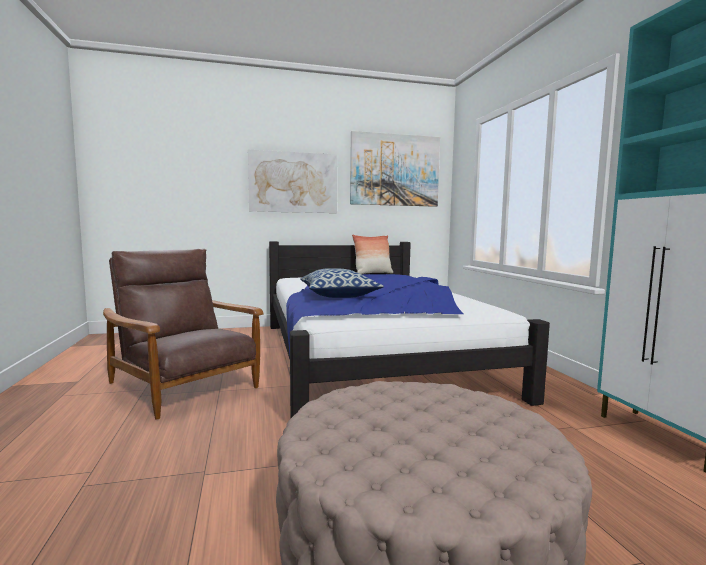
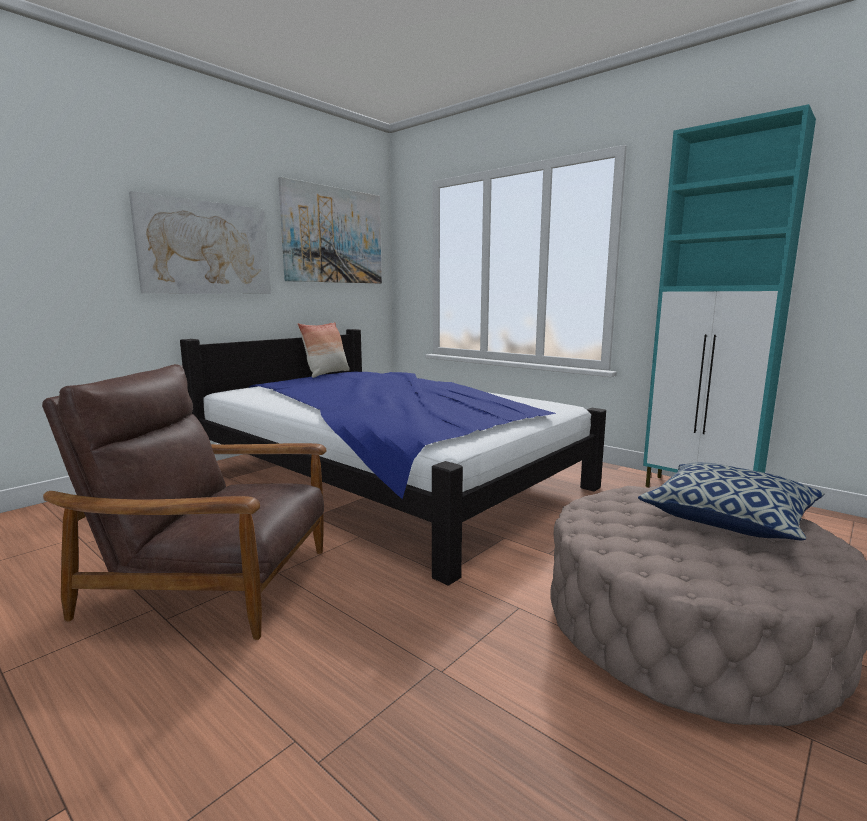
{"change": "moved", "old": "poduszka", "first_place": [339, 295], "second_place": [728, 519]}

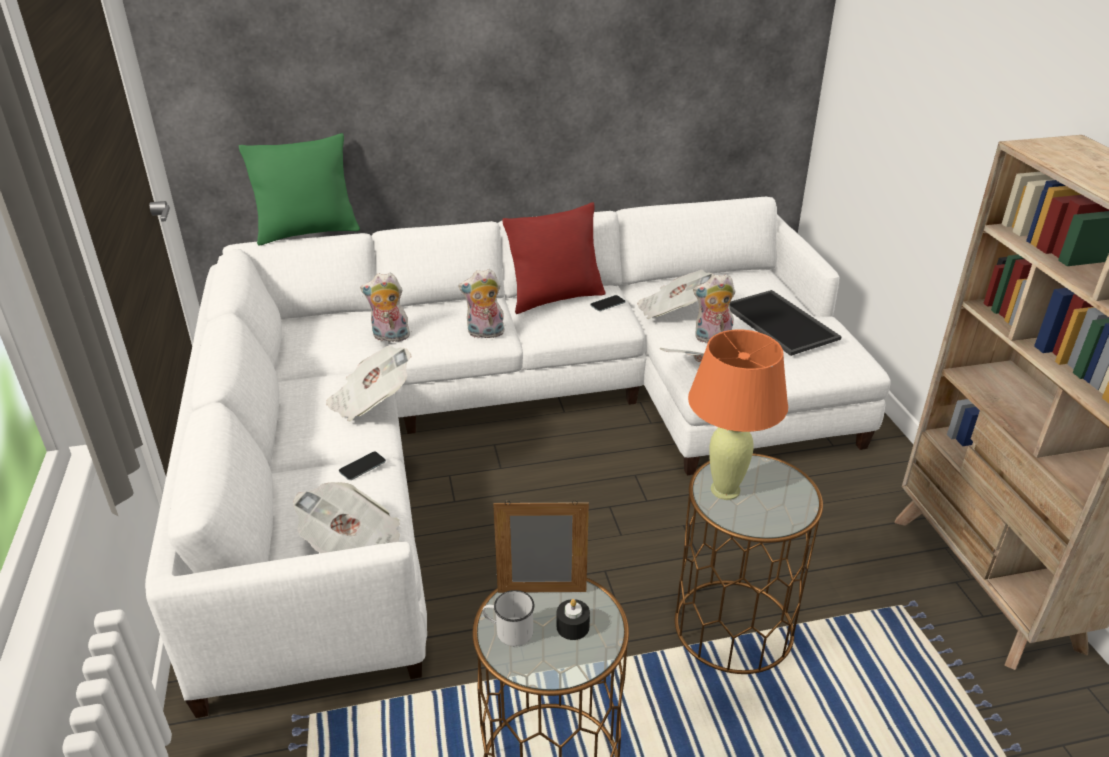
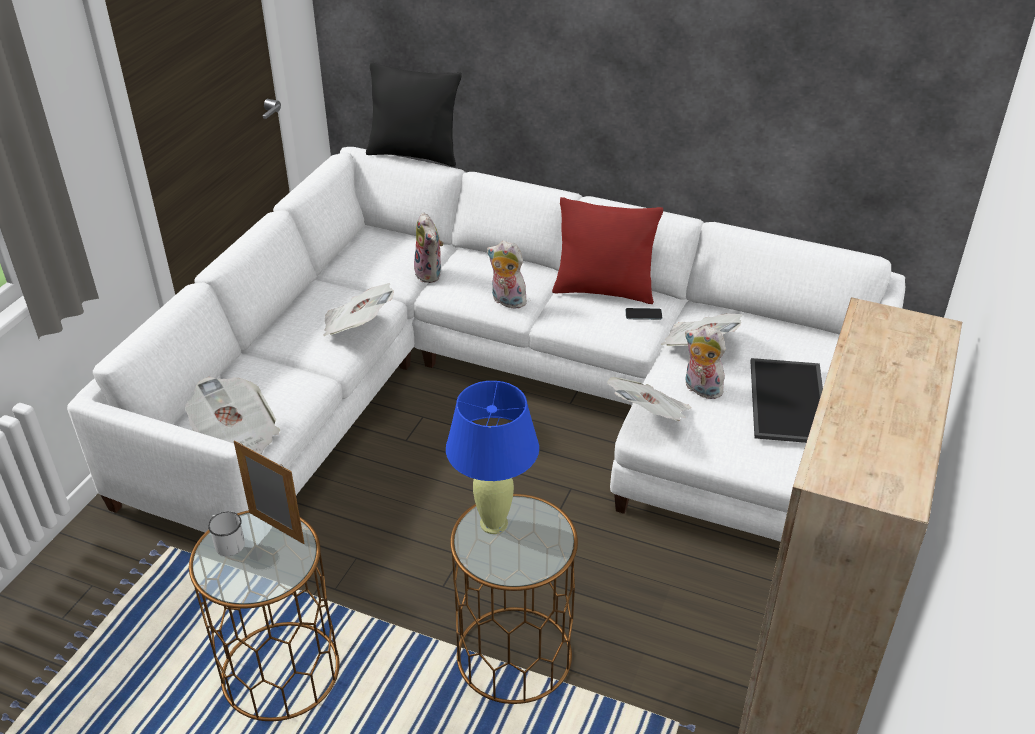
{"change": "recoloured", "old": "poduszka [zielony]", "new": "poduszka [czarny]", "first_place": [308, 232], "second_place": [414, 154]}
{"change": "turned", "old": "pluszak", "first_place": [389, 337], "second_place": [430, 274], "degrees": -150}
{"change": "recoloured", "old": "lampa stołowa [pomarańczowy]", "new": "lampa stołowa [niebieski]", "first_place": [725, 490], "second_place": [493, 524]}
{"change": "removed", "old": "telefon", "first_place": [362, 466]}
{"change": "removed", "old": "świeca [czarny]", "first_place": [573, 626]}

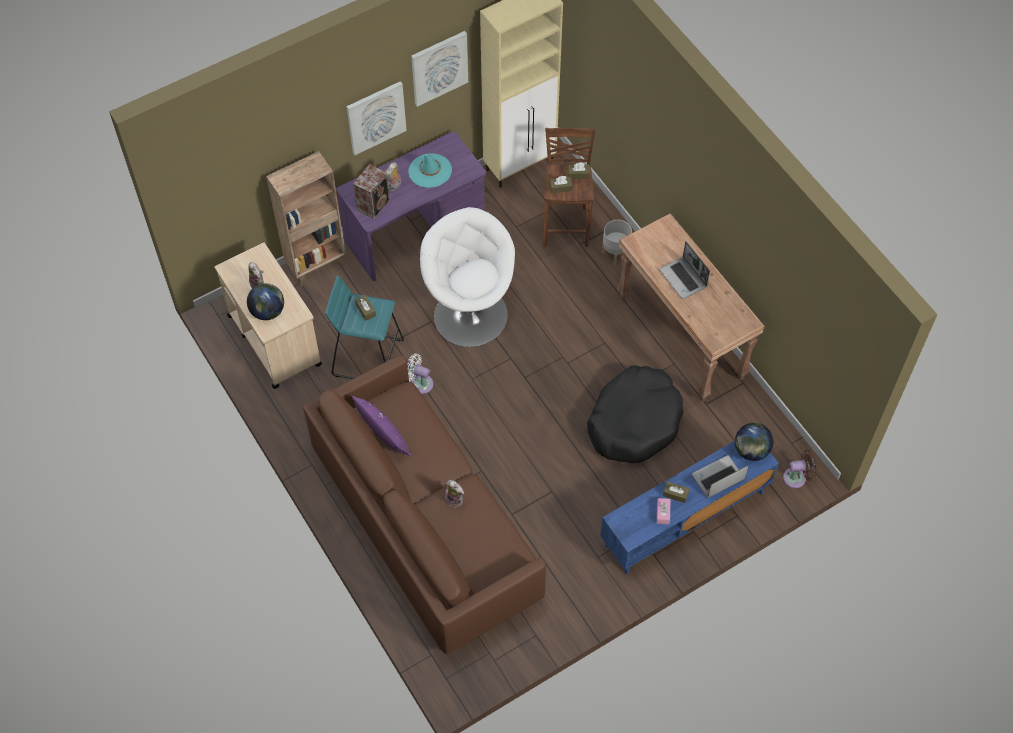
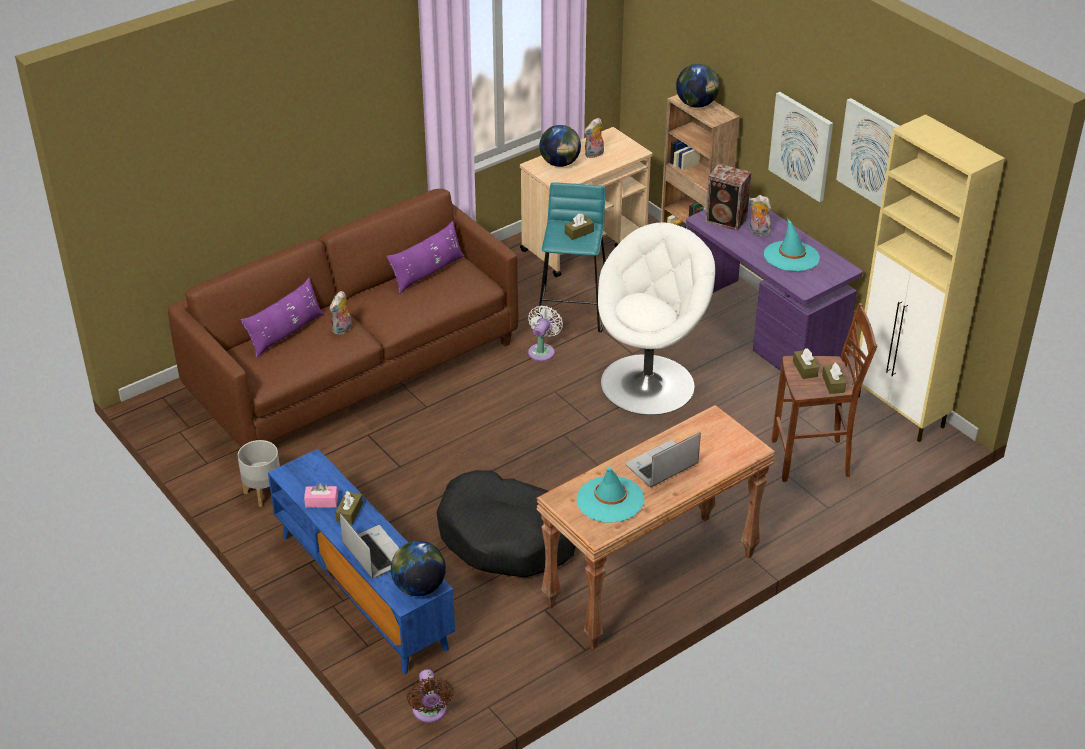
{"change": "moved", "old": "donica [szary]", "first_place": [615, 252], "second_place": [263, 493]}
{"change": "added", "new": "globus", "second_place": [696, 104]}
{"change": "added", "new": "poduszka [fioletowy]", "second_place": [285, 333]}
{"change": "added", "new": "kapelusz [turkusowy]", "second_place": [610, 500]}

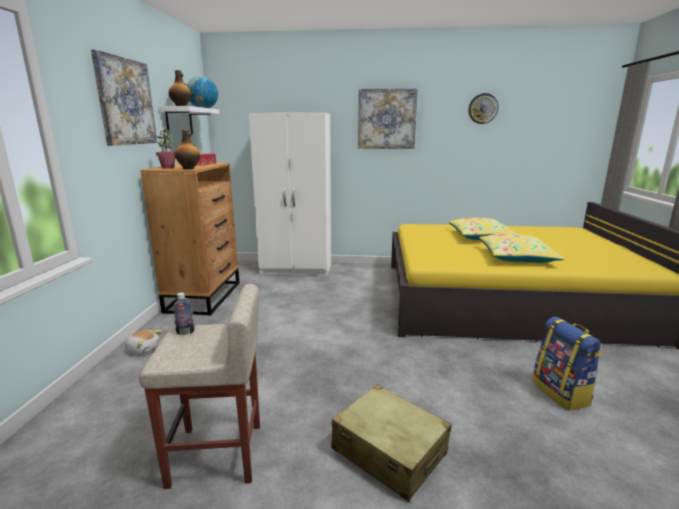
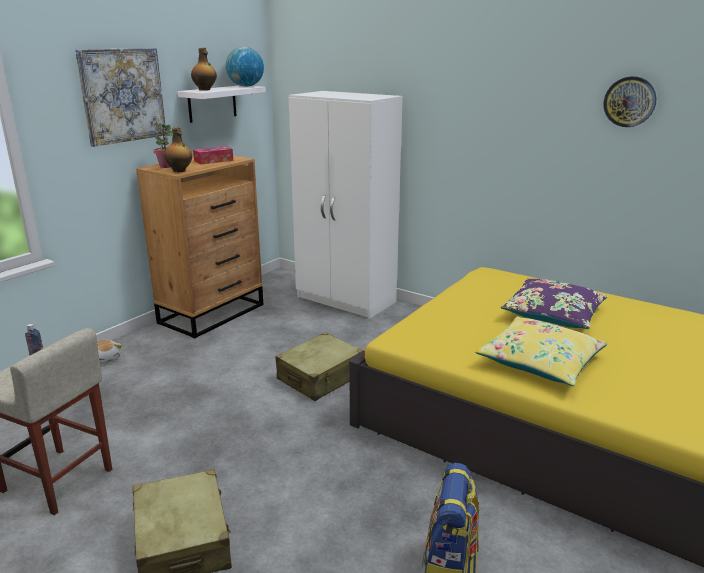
{"change": "removed", "old": "obraz", "first_place": [386, 119]}
{"change": "recoloured", "old": "poduszka [żółty]", "new": "poduszka [fioletowy]", "first_place": [480, 236], "second_place": [553, 314]}
{"change": "added", "new": "walizka [beżowy]", "second_place": [321, 377]}

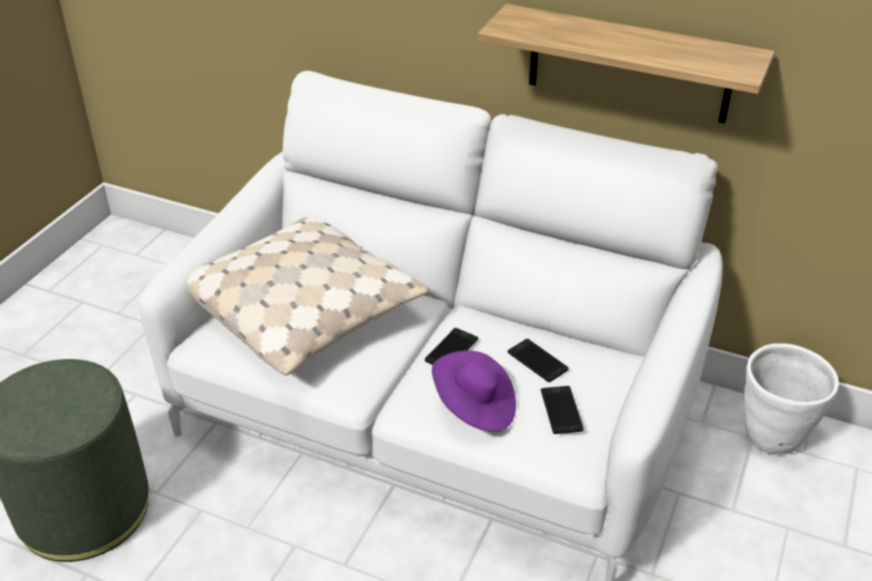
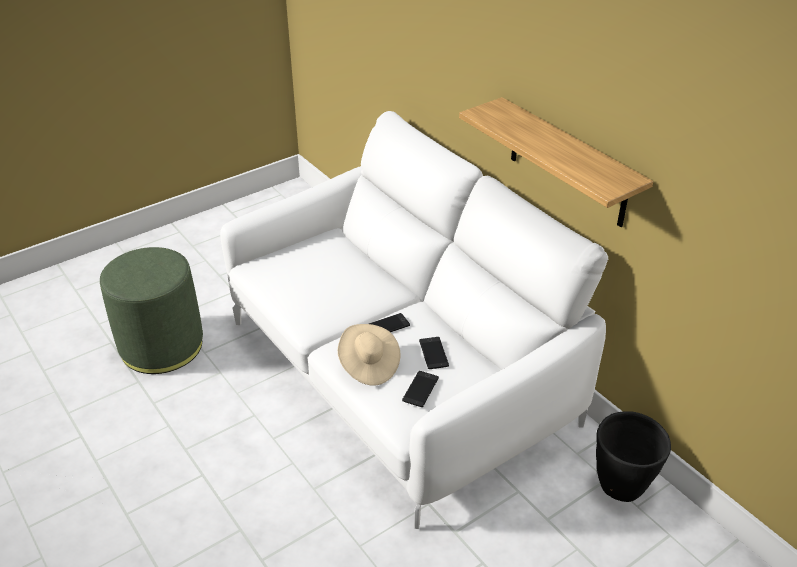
{"change": "removed", "old": "poduszka [beżowy]", "first_place": [304, 308]}
{"change": "recoloured", "old": "donica [biały]", "new": "donica [czarny]", "first_place": [773, 438], "second_place": [621, 487]}
{"change": "recoloured", "old": "kapelusz [fioletowy]", "new": "kapelusz [beżowy]", "first_place": [474, 407], "second_place": [368, 365]}

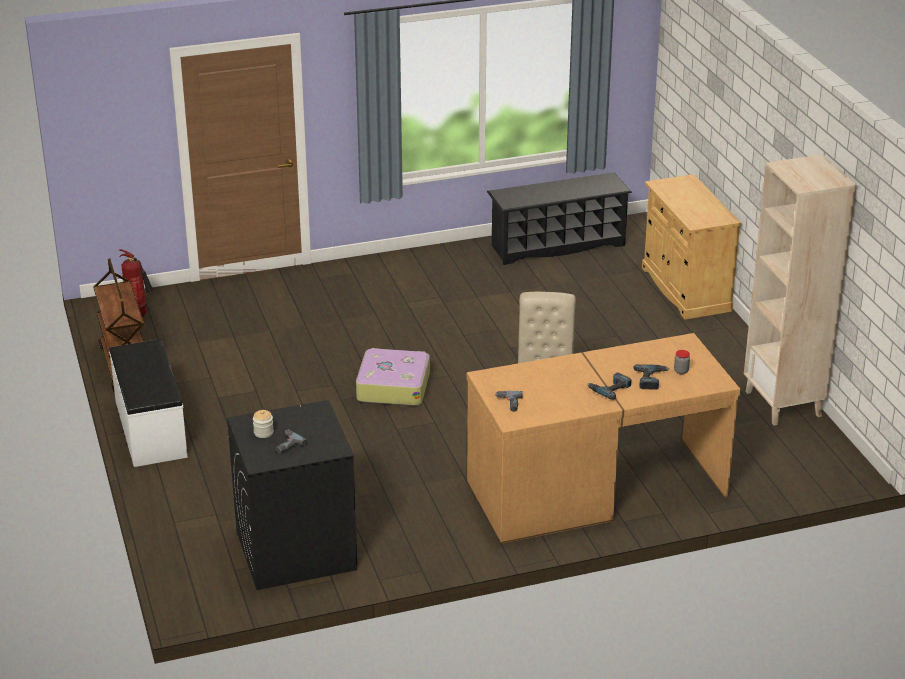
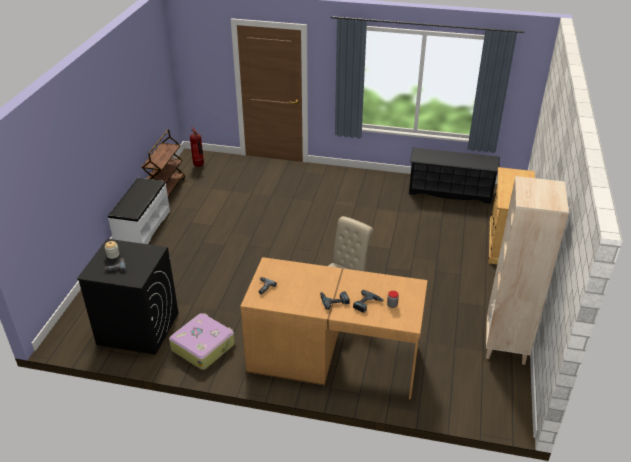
{"change": "moved", "old": "walizka", "first_place": [393, 386], "second_place": [203, 346]}

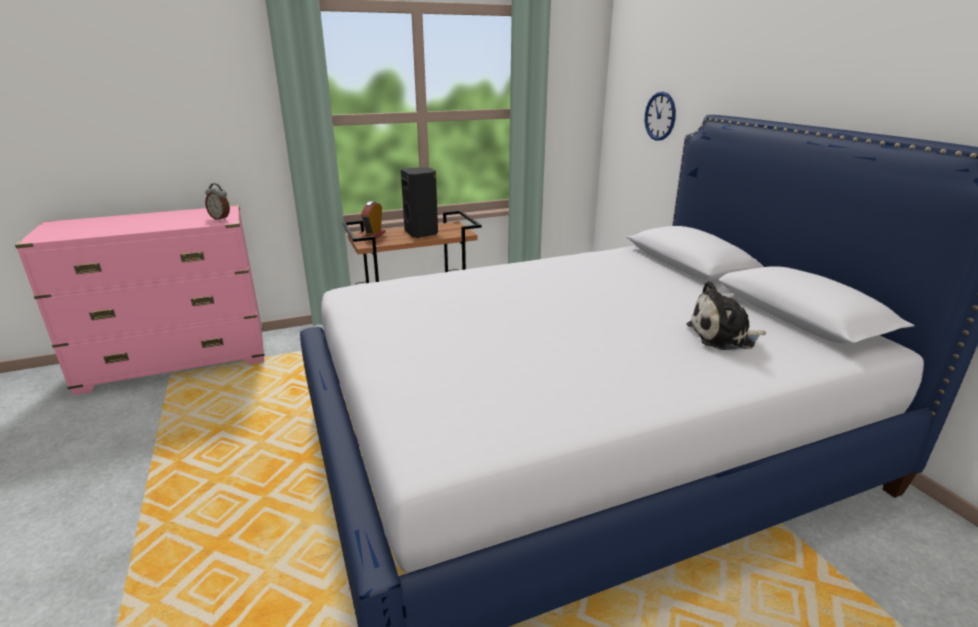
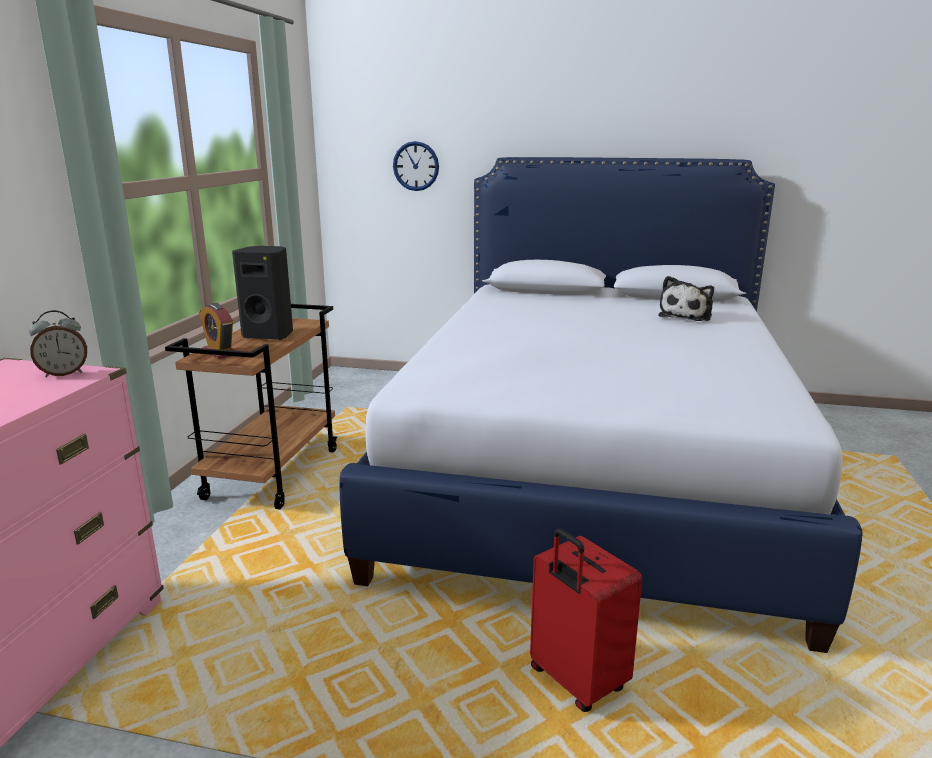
{"change": "added", "new": "walizka [czerwony]", "second_place": [575, 681]}

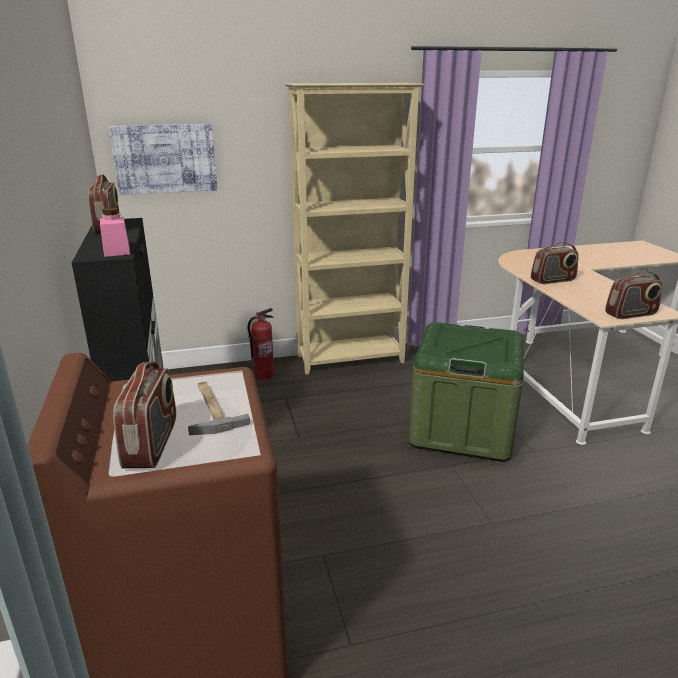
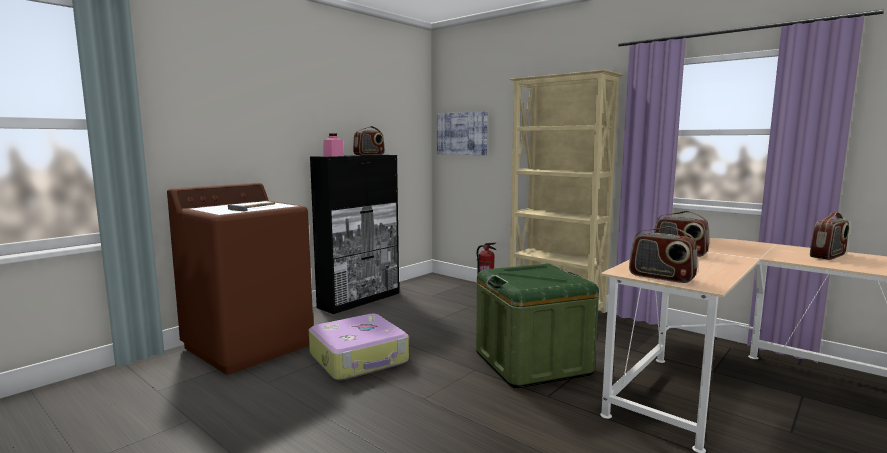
{"change": "moved", "old": "radio", "first_place": [152, 443], "second_place": [828, 256]}
{"change": "added", "new": "walizka", "second_place": [359, 358]}

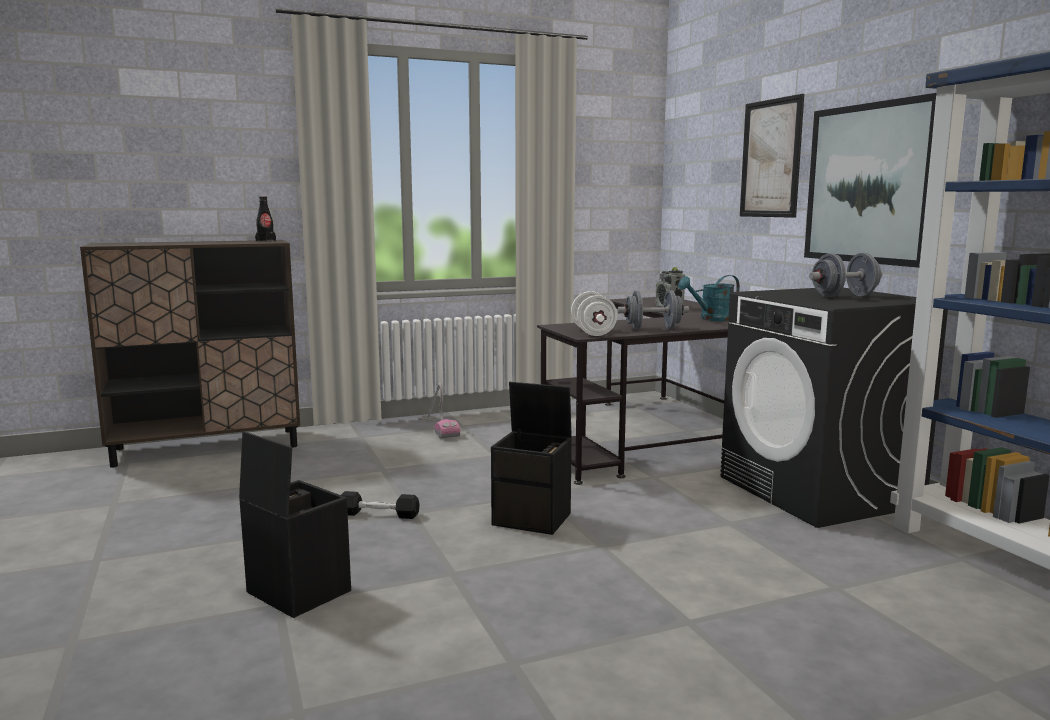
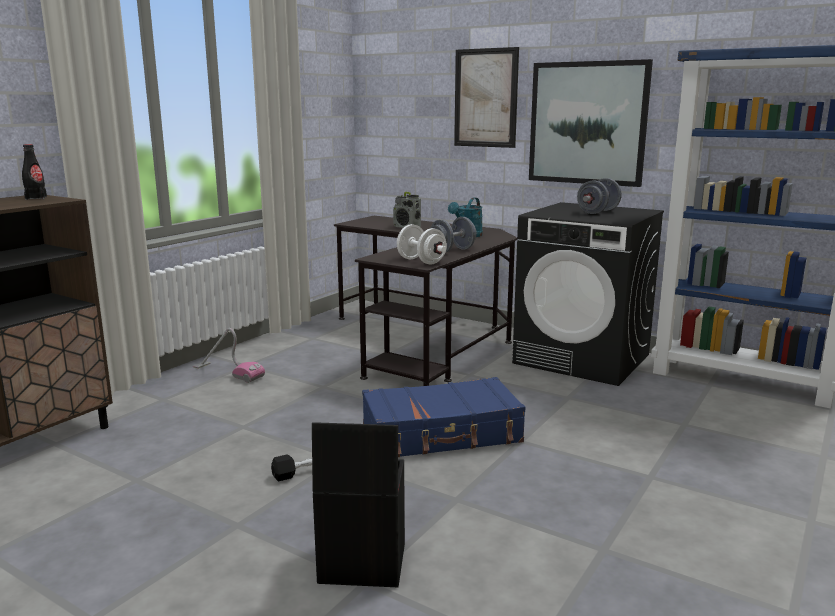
{"change": "replaced", "old": "pojemnik do przechowywania [czarny]", "new": "walizka [niebieski]", "first_place": [533, 519], "second_place": [442, 434]}

